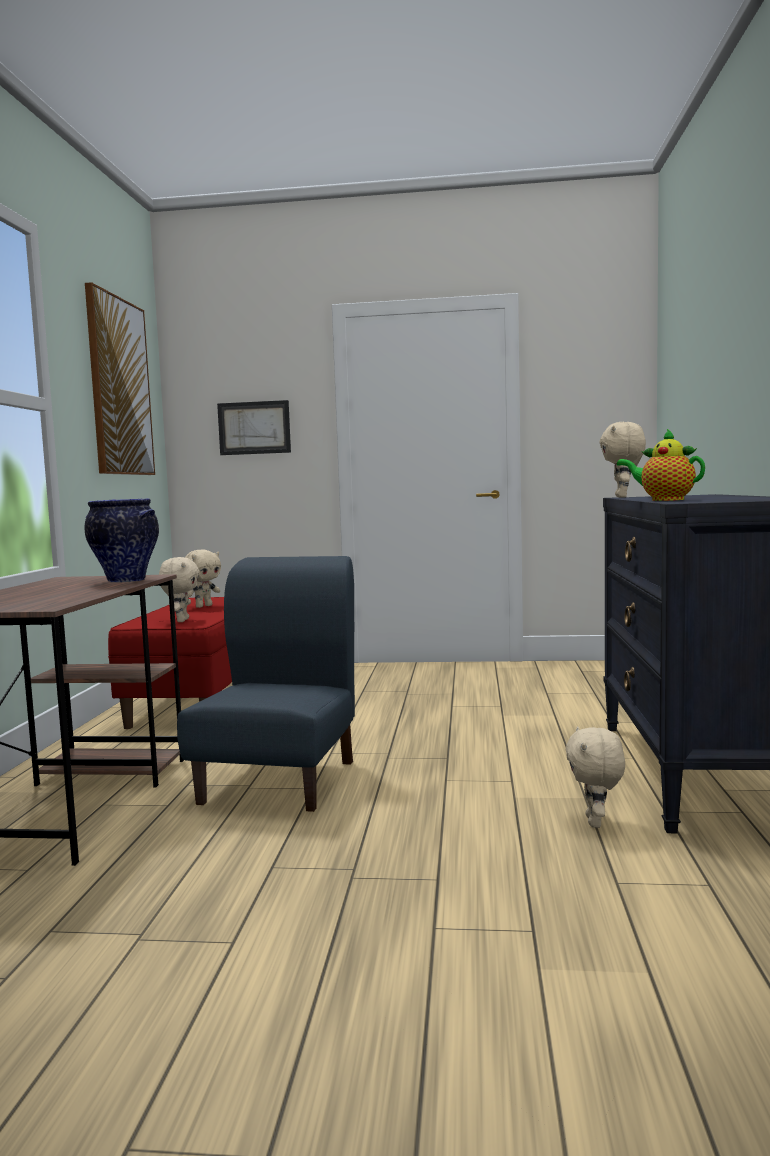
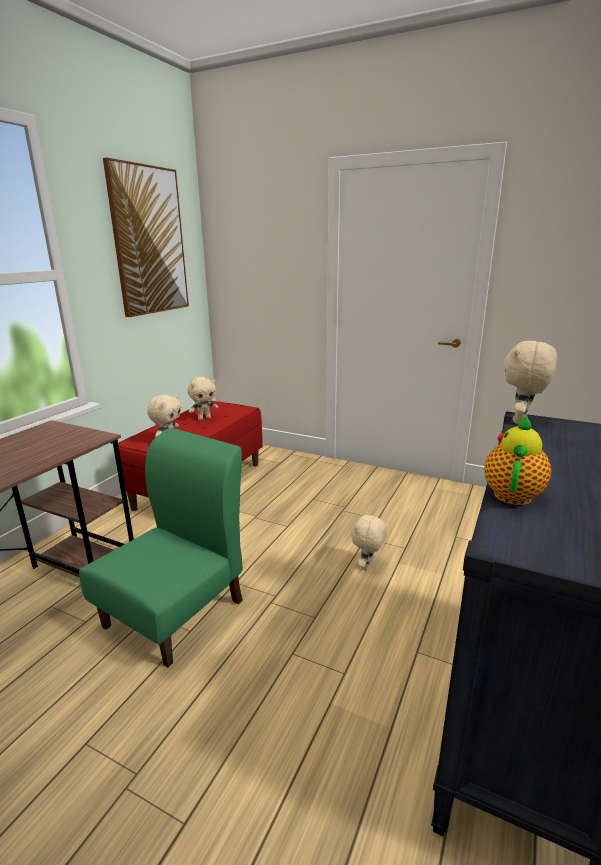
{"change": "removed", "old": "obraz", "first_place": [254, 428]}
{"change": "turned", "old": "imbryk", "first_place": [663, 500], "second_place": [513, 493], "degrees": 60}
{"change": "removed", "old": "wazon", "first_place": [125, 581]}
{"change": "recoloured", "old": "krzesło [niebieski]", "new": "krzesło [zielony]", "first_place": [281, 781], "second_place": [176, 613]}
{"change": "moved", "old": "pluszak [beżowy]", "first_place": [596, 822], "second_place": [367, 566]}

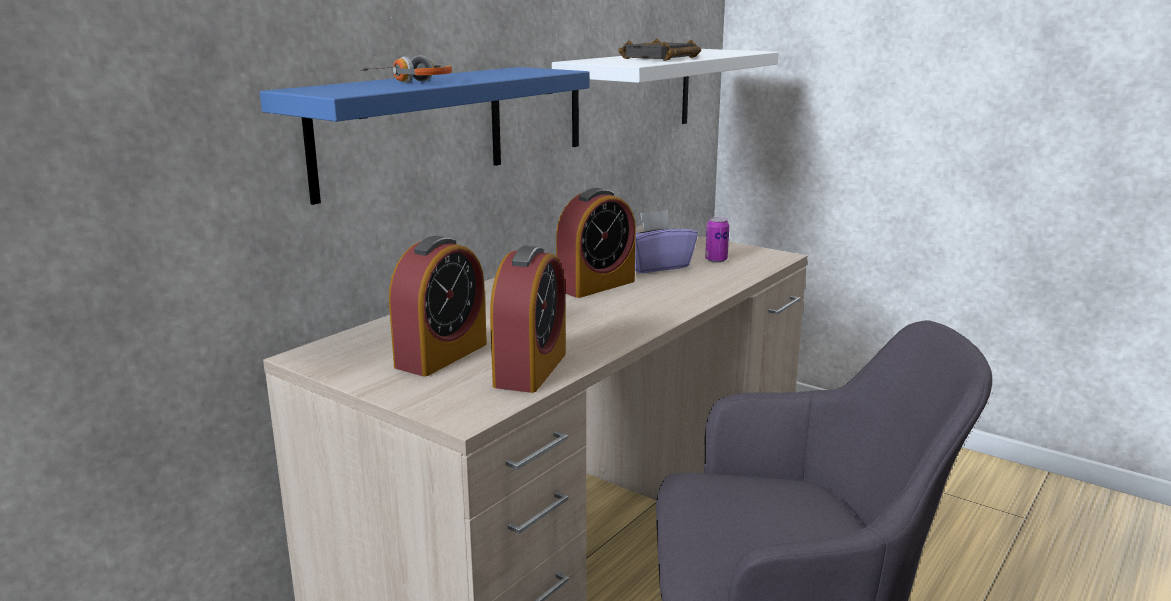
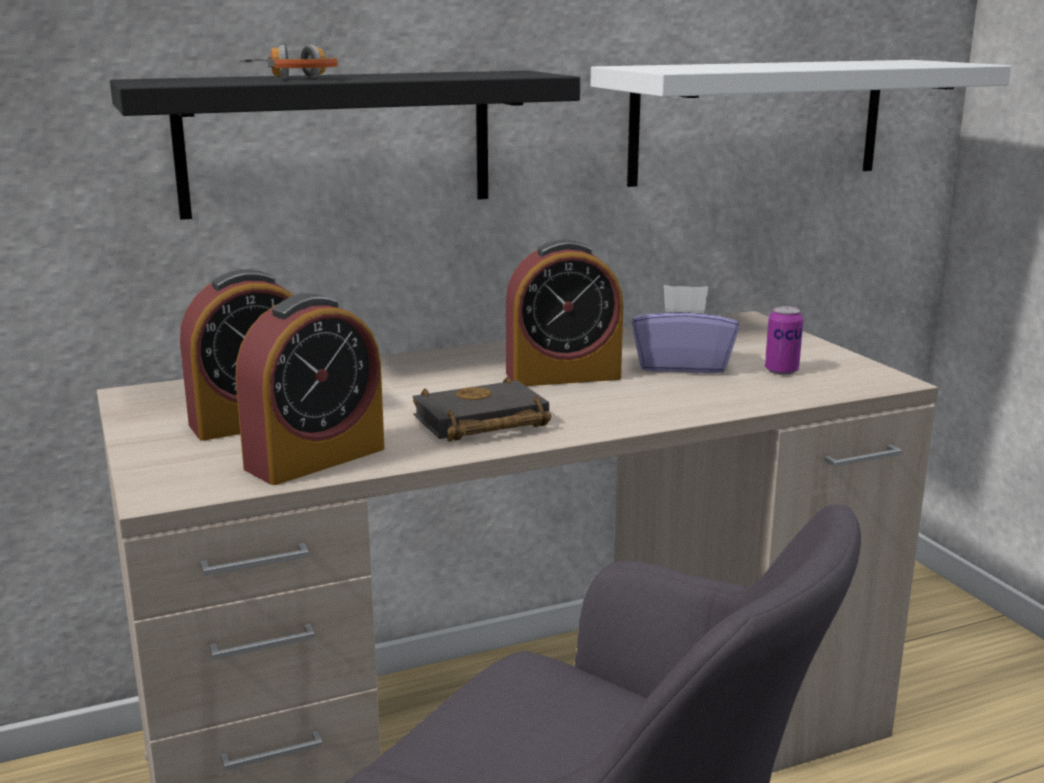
{"change": "moved", "old": "książka [czarny]", "first_place": [661, 58], "second_place": [479, 423]}
{"change": "recoloured", "old": "półka [niebieski]", "new": "półka [czarny]", "first_place": [411, 130], "second_place": [337, 142]}

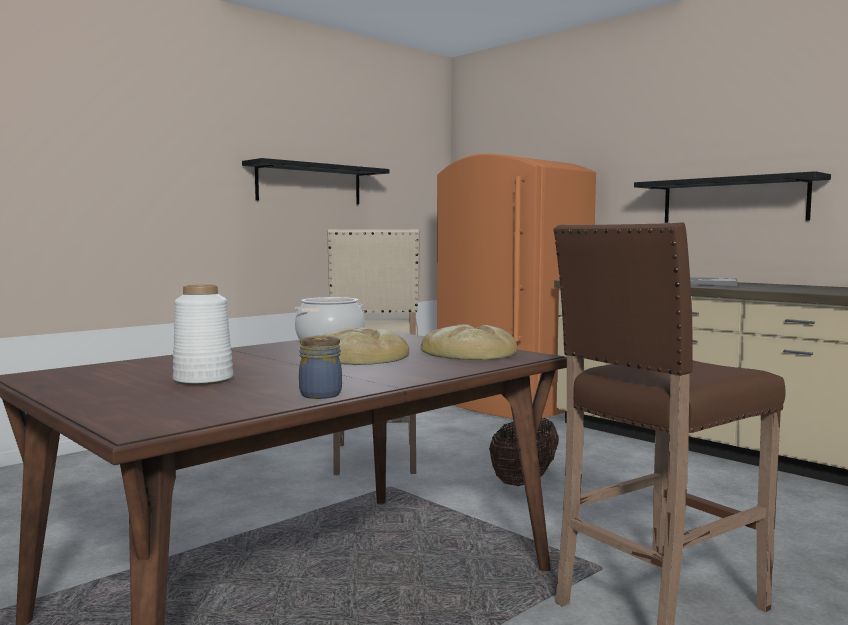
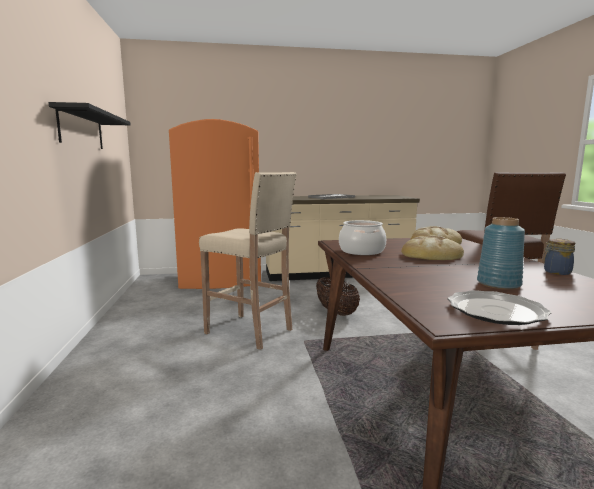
{"change": "removed", "old": "półka [czarny]", "first_place": [733, 200]}
{"change": "recoloured", "old": "wazon [biały]", "new": "wazon [niebieski]", "first_place": [203, 380], "second_place": [497, 284]}
{"change": "added", "new": "talerz", "second_place": [495, 310]}

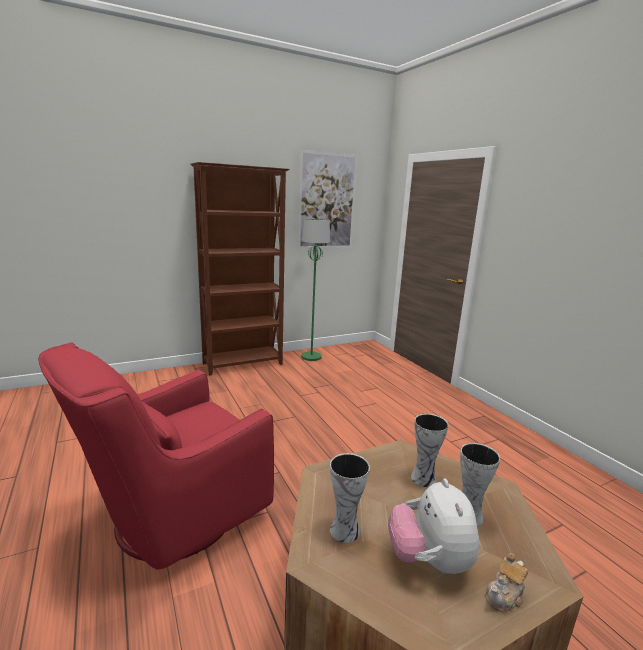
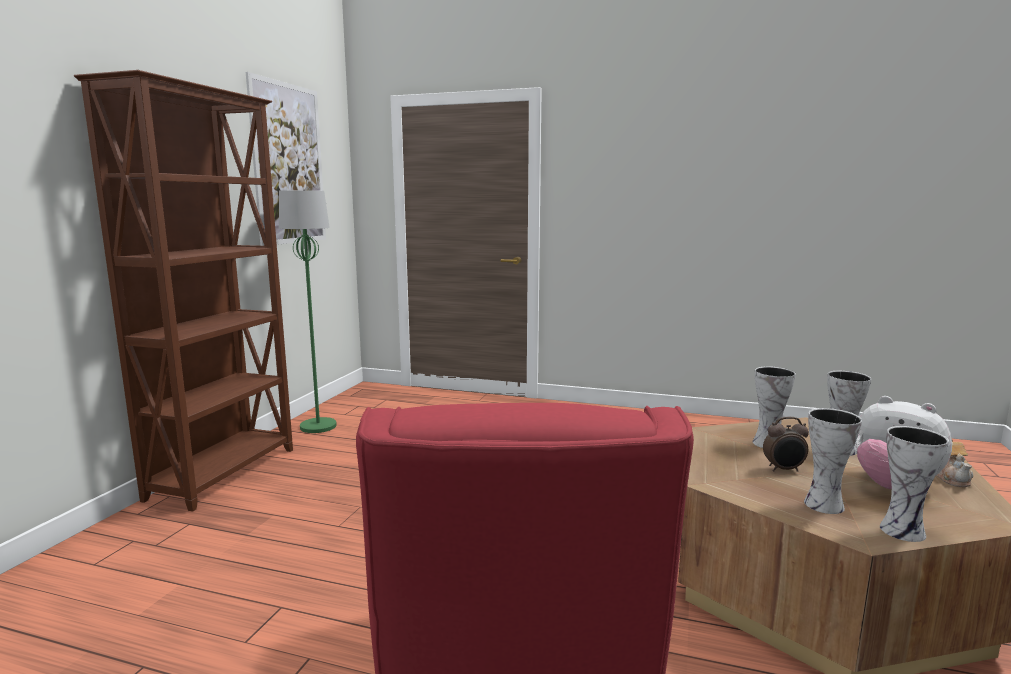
{"change": "added", "new": "budzik", "second_place": [784, 469]}
{"change": "added", "new": "wazon", "second_place": [904, 531]}

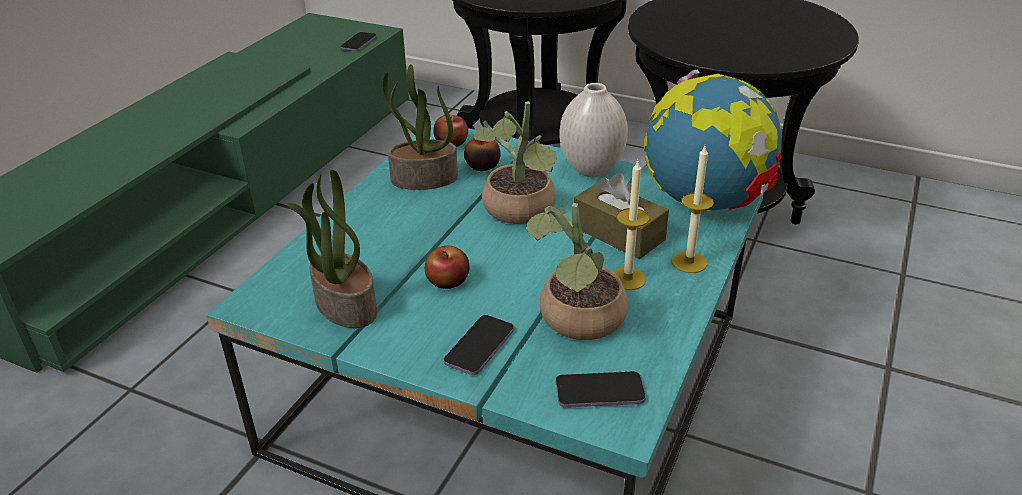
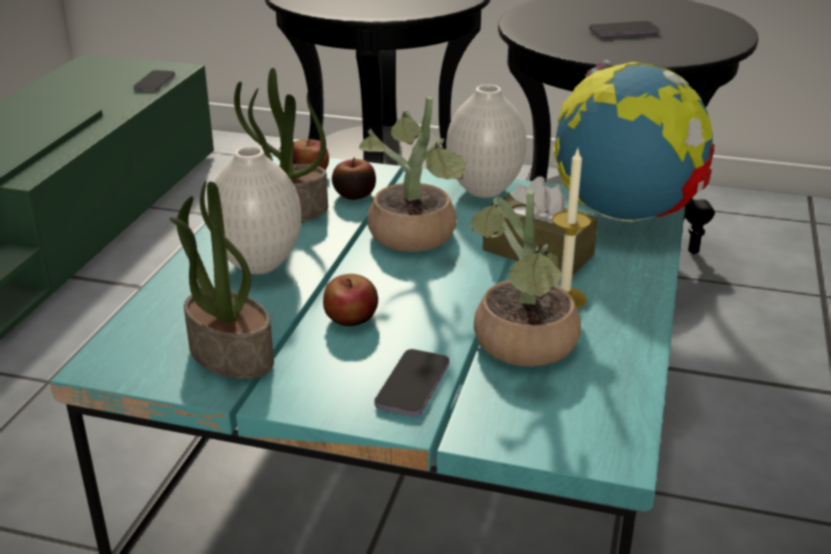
{"change": "removed", "old": "świeca", "first_place": [689, 262]}
{"change": "moved", "old": "telefon", "first_place": [599, 392], "second_place": [623, 32]}
{"change": "added", "new": "wazon [biały]", "second_place": [260, 265]}

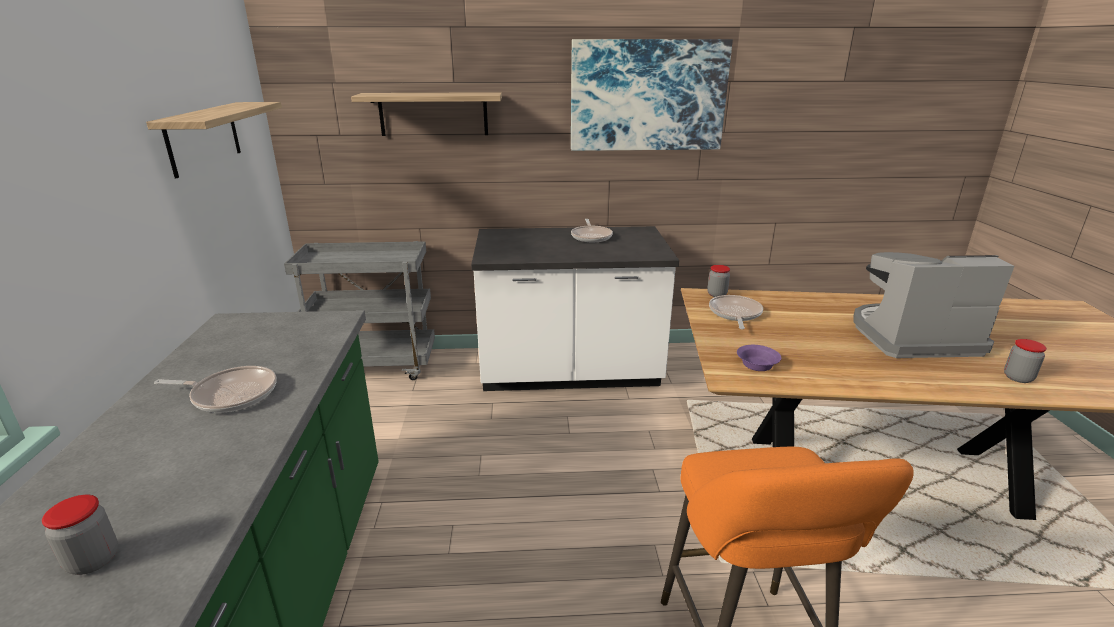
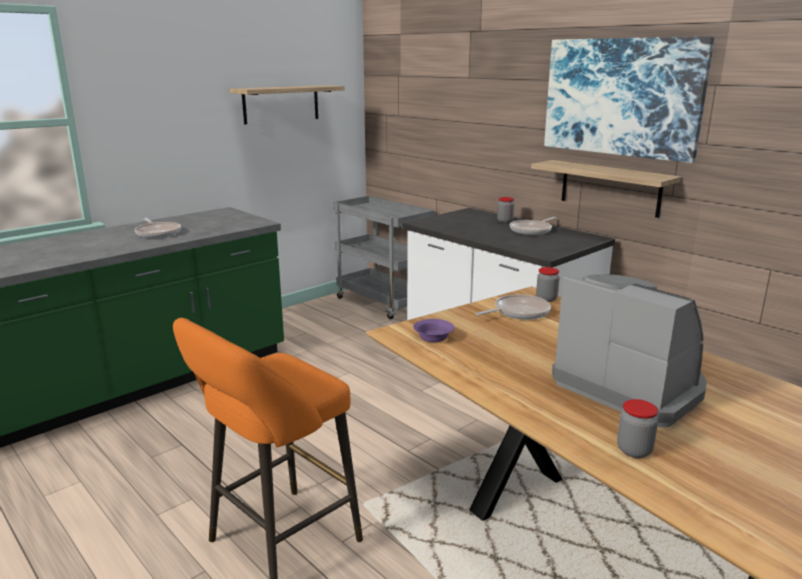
{"change": "moved", "old": "półka", "first_place": [433, 114], "second_place": [610, 188]}
{"change": "moved", "old": "słoik", "first_place": [93, 560], "second_place": [505, 221]}

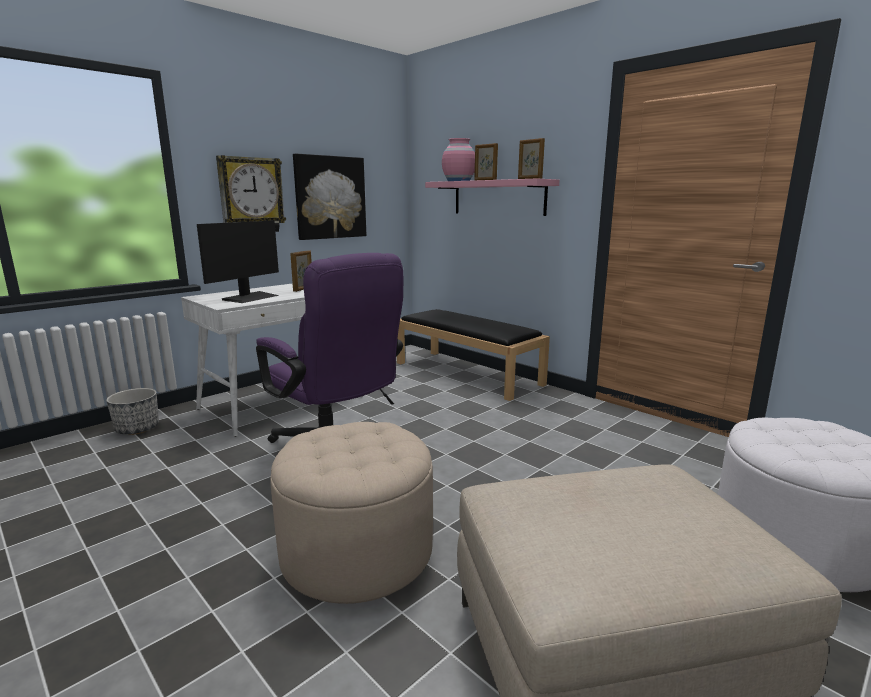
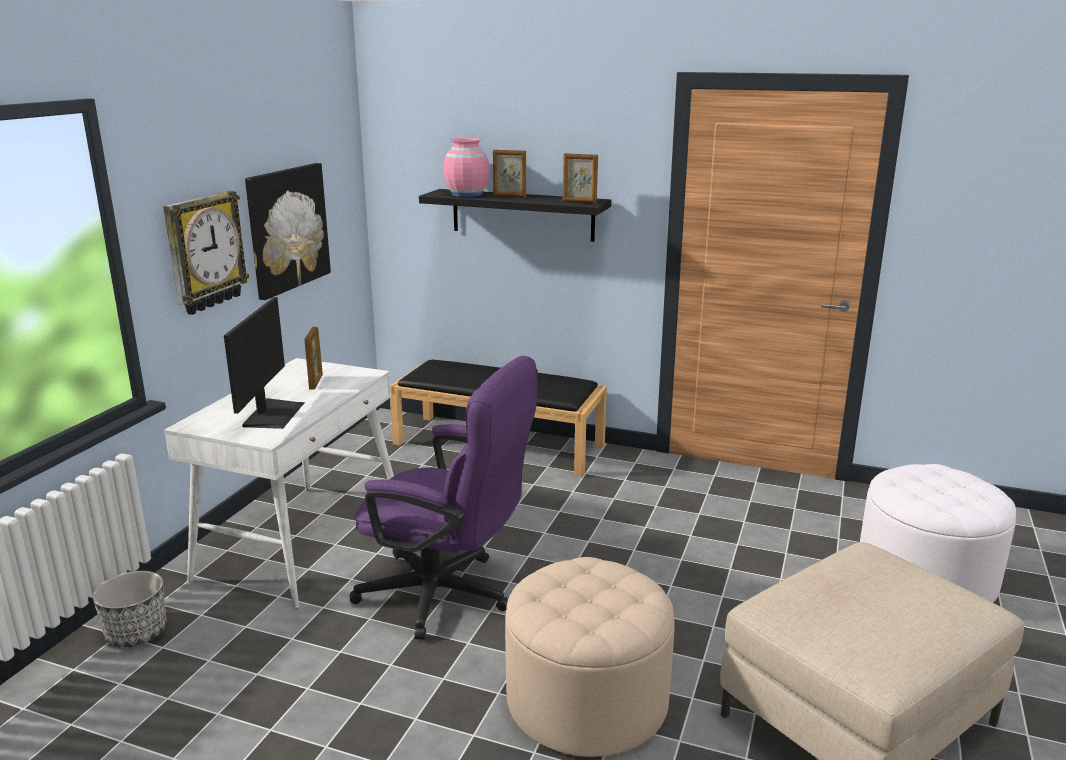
{"change": "recoloured", "old": "półka [różowy]", "new": "półka [czarny]", "first_place": [498, 198], "second_place": [522, 215]}

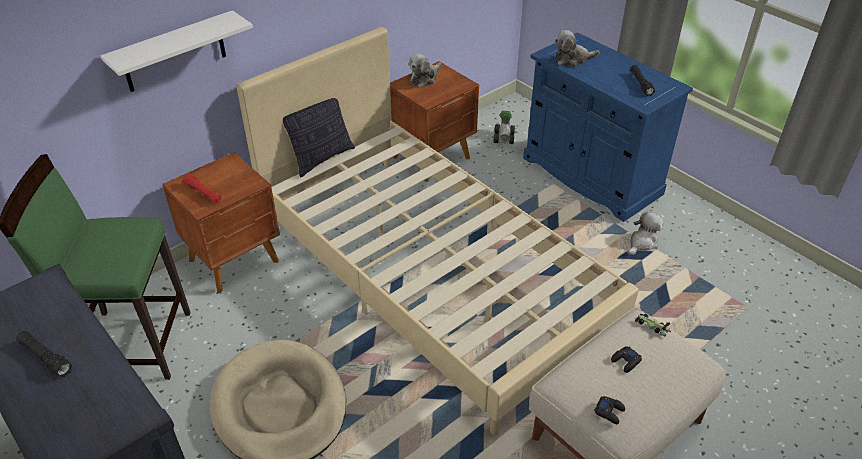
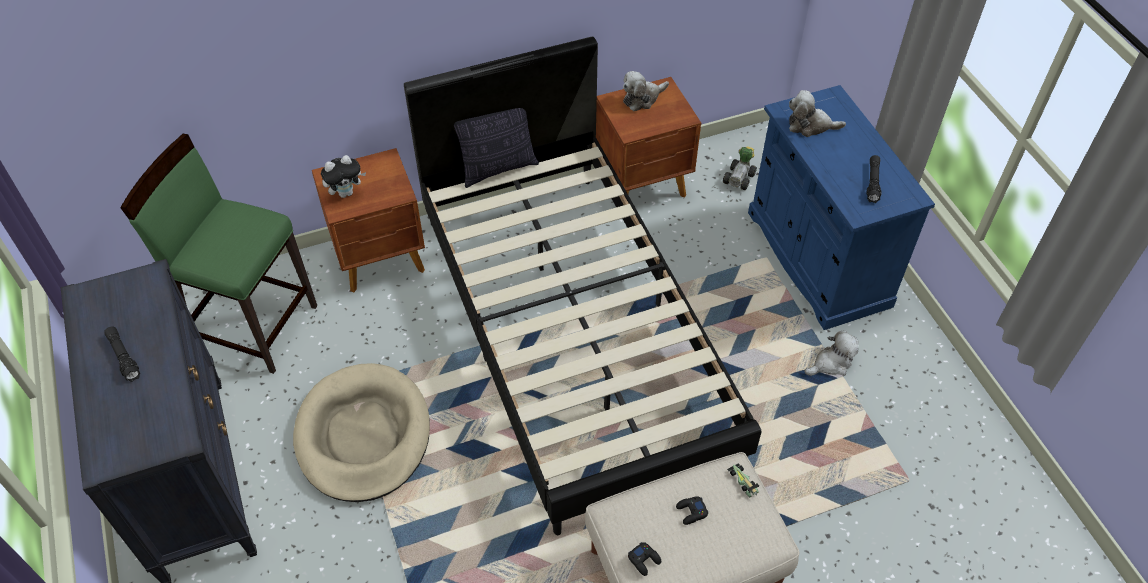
{"change": "removed", "old": "półka [biały]", "first_place": [174, 52]}
{"change": "recoloured", "old": "łóżko [beżowy]", "new": "łóżko [czarny]", "first_place": [430, 274], "second_place": [573, 333]}
{"change": "replaced", "old": "latarka [czerwony]", "new": "pluszak", "first_place": [203, 193], "second_place": [346, 192]}

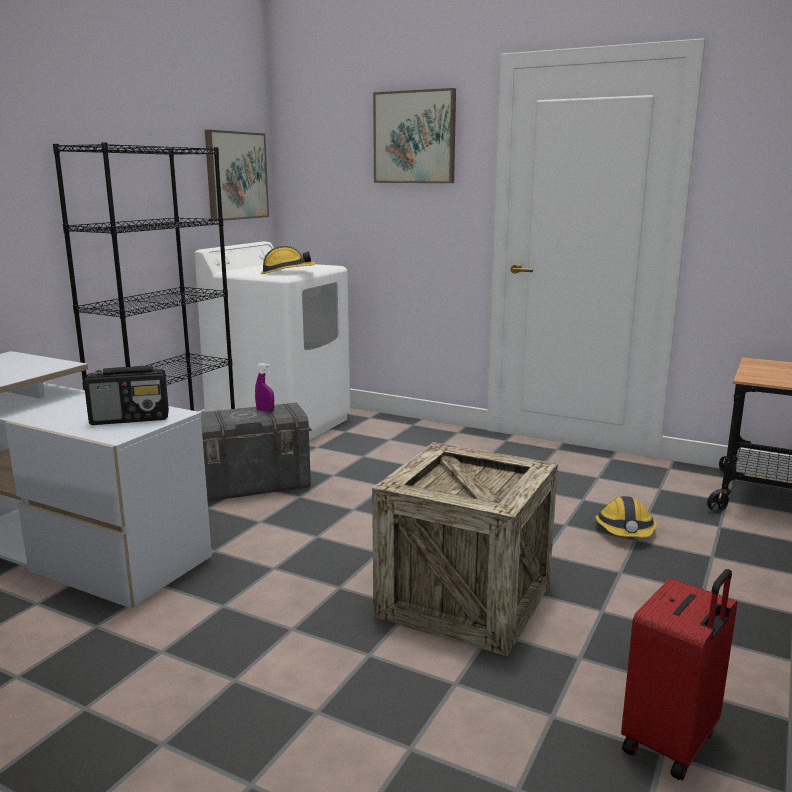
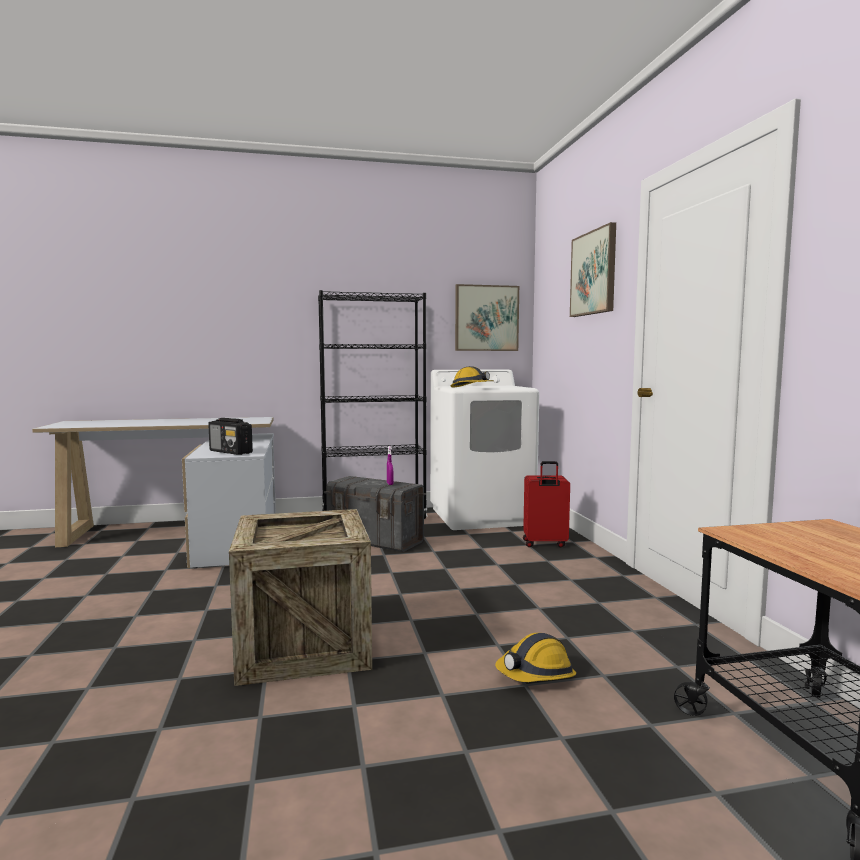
{"change": "moved", "old": "walizka [czerwony]", "first_place": [672, 743], "second_place": [544, 544]}

